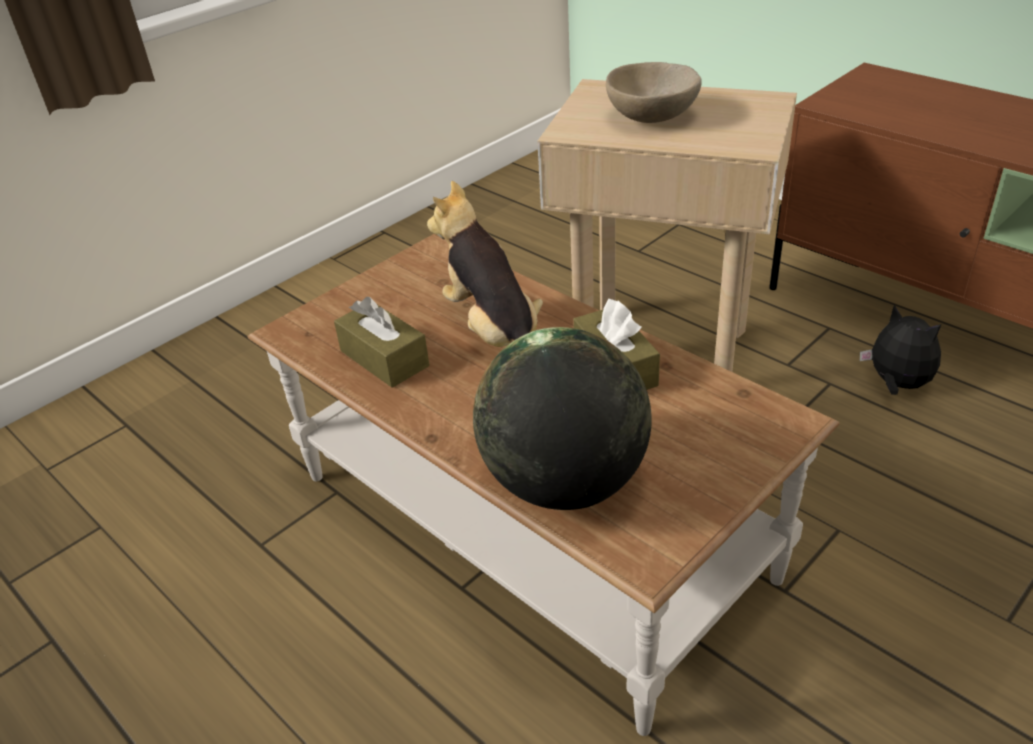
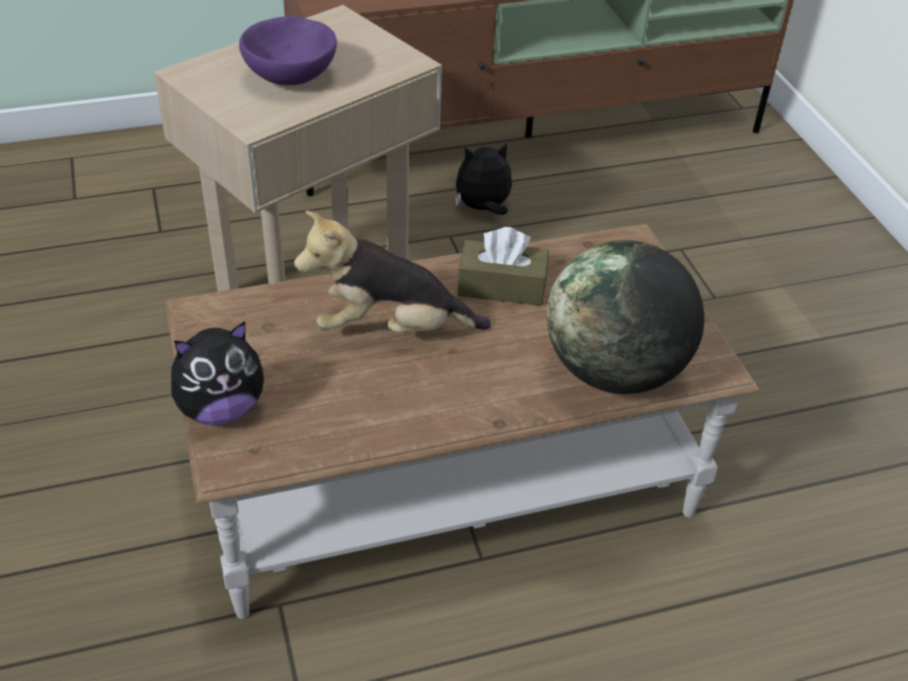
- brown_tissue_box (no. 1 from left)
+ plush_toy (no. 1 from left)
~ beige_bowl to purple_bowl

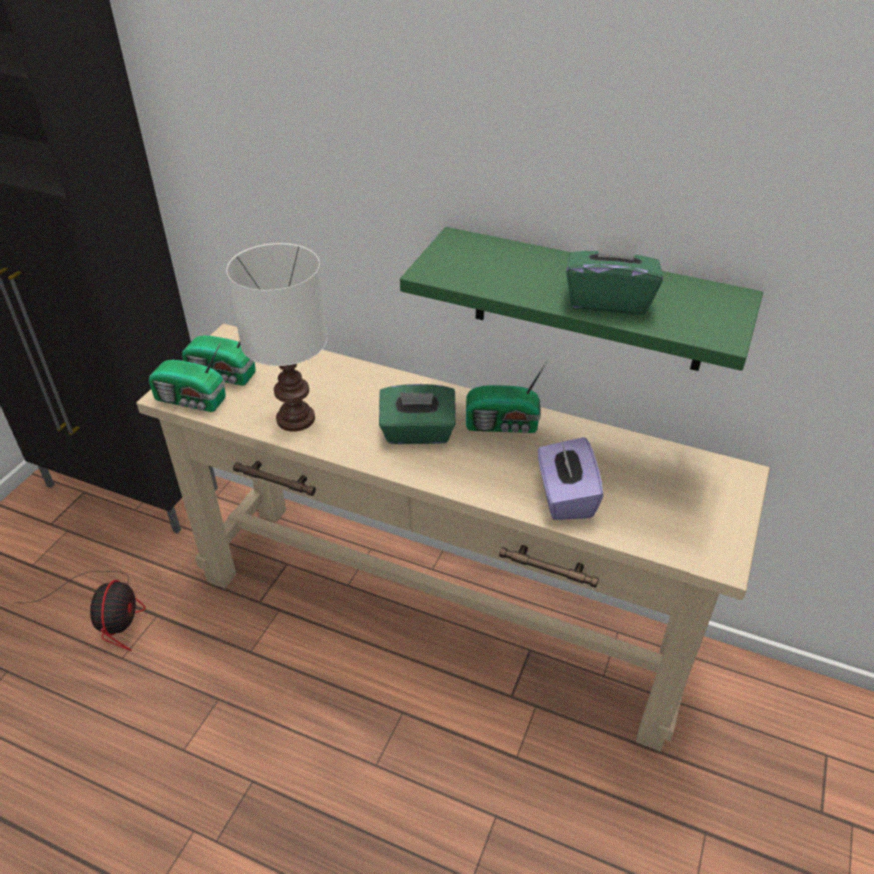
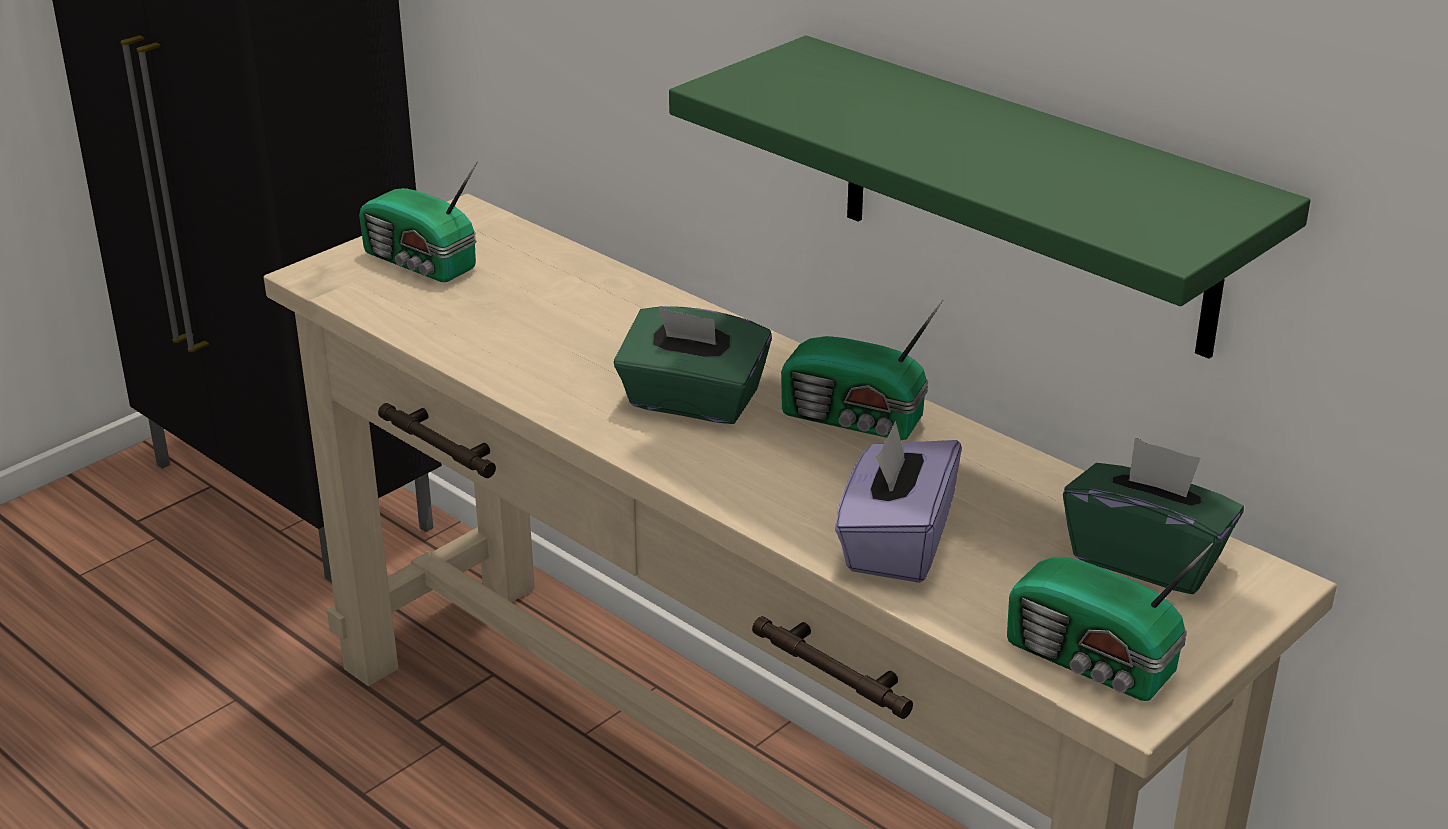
- fan
- white_table_lamp
~ radio (no. 1 from left in the first image) to radio (no. 3 from left)
~ green_tissue_box (no. 2 from left)

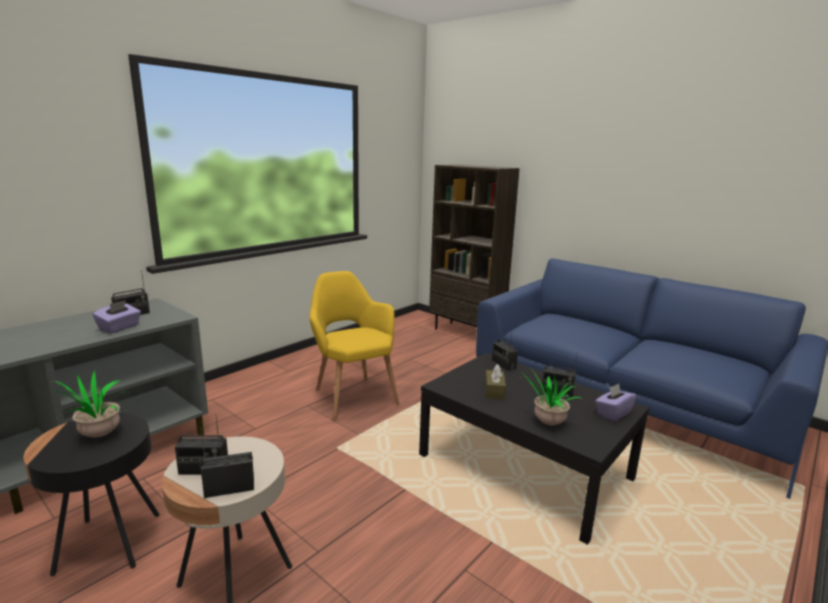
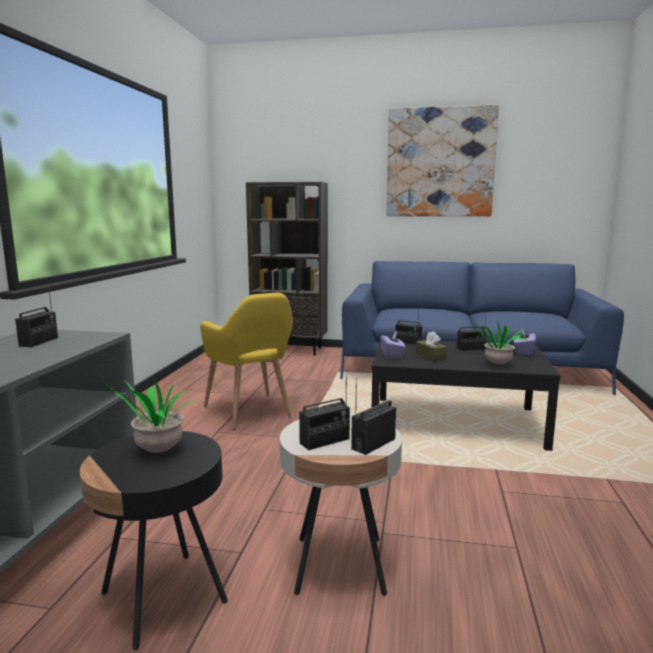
+ picture
~ purple_tissue_box (no. 1 from left)
~ yellow_armchair 150 degrees counterclockwise

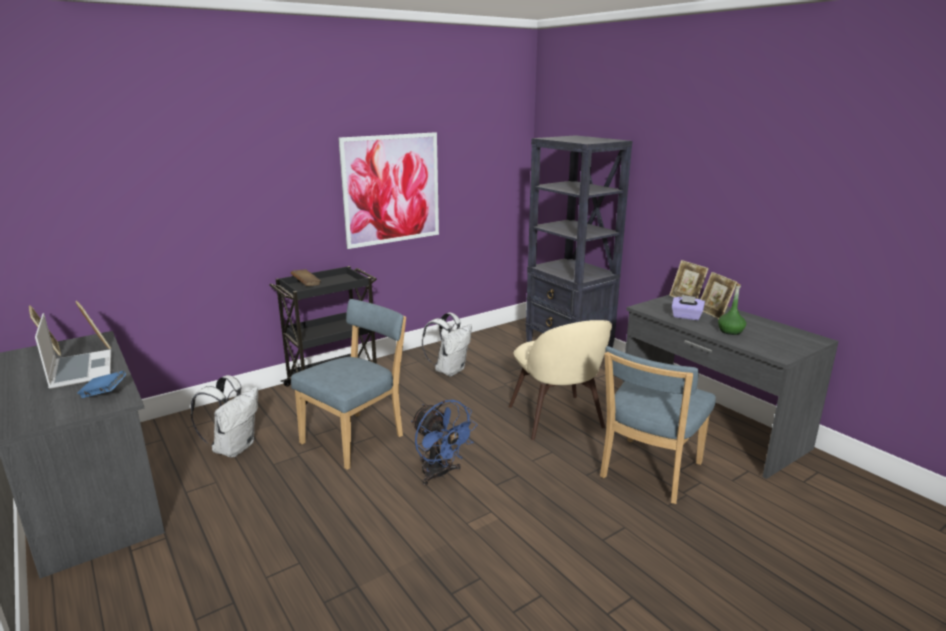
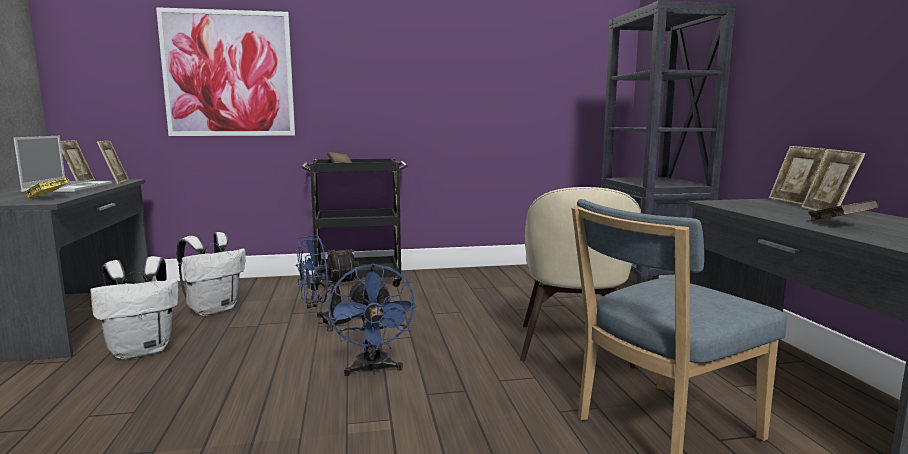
- purple_tissue_box
~ picture
~ white_backpack (no. 2 from left in the first image) to white_backpack (no. 1 from left)
~ blue_chair (no. 1 from left) to blue_fan (no. 1 from left)
~ green_bottle to brown_book (no. 2 from left)
~ blue_book to yellow_book

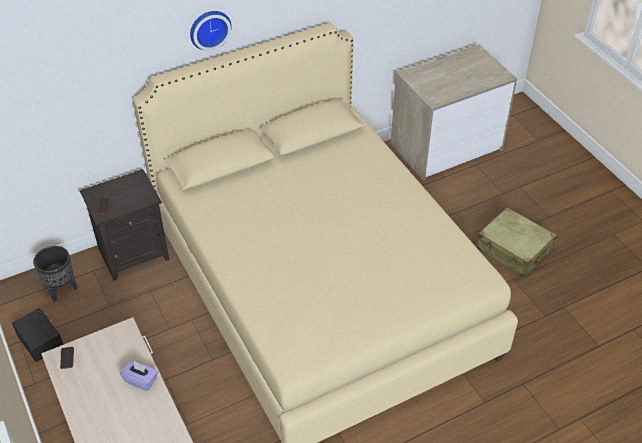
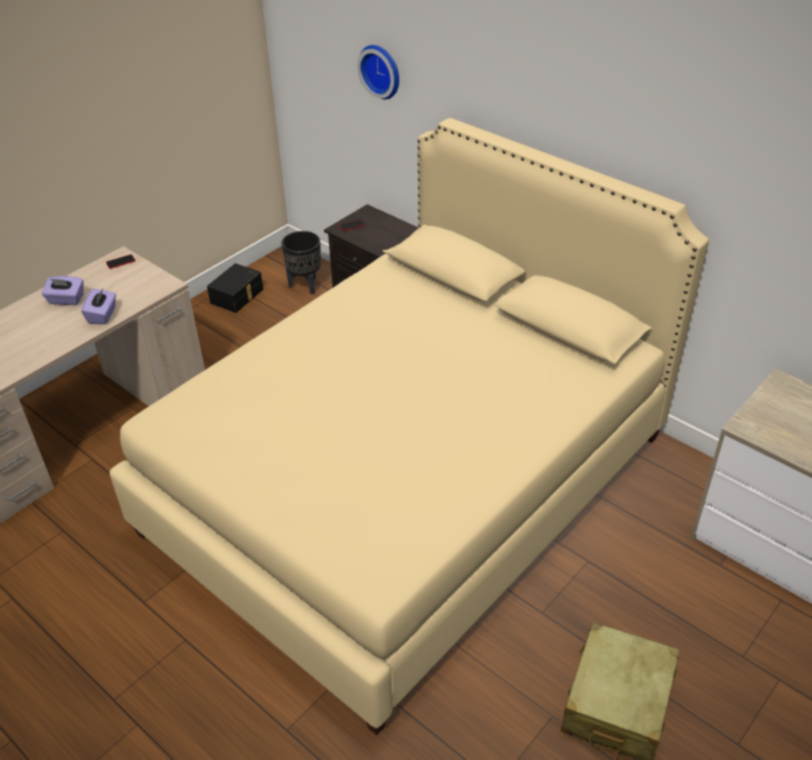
+ purple_tissue_box (no. 1 from left)
~ wall_clock

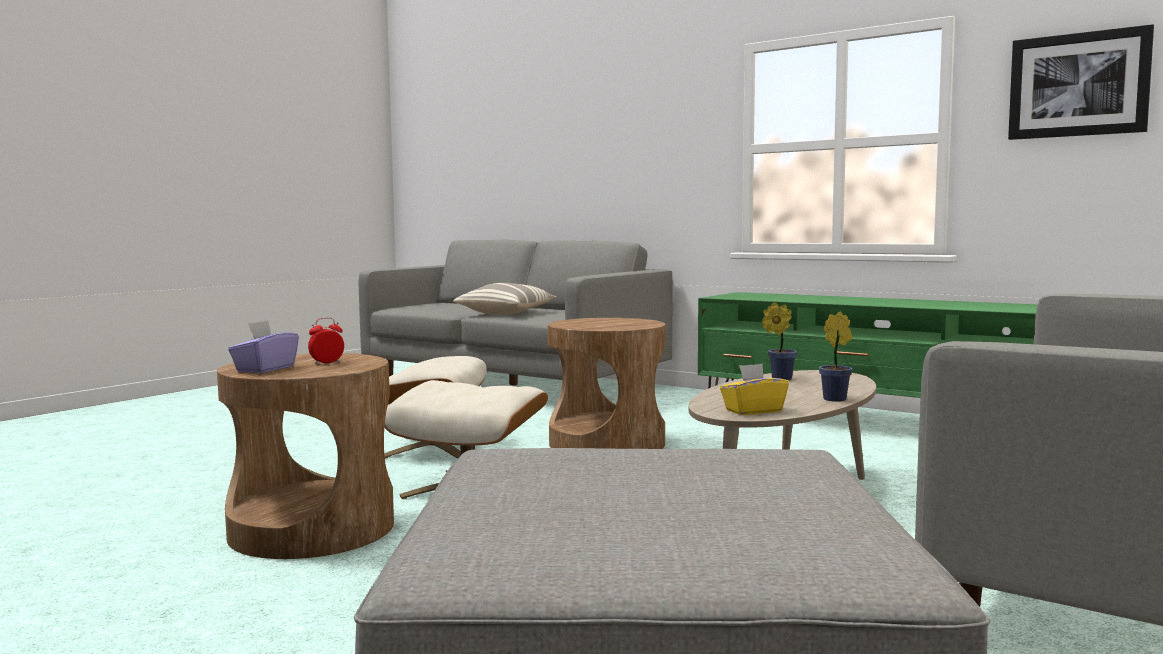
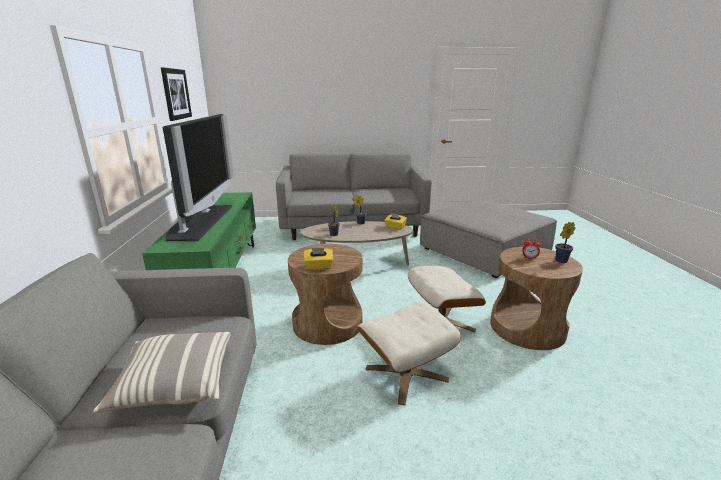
+ television
+ yellow_tissue_box (no. 1 from left)
~ purple_tissue_box to potted_plant (no. 3 from left)

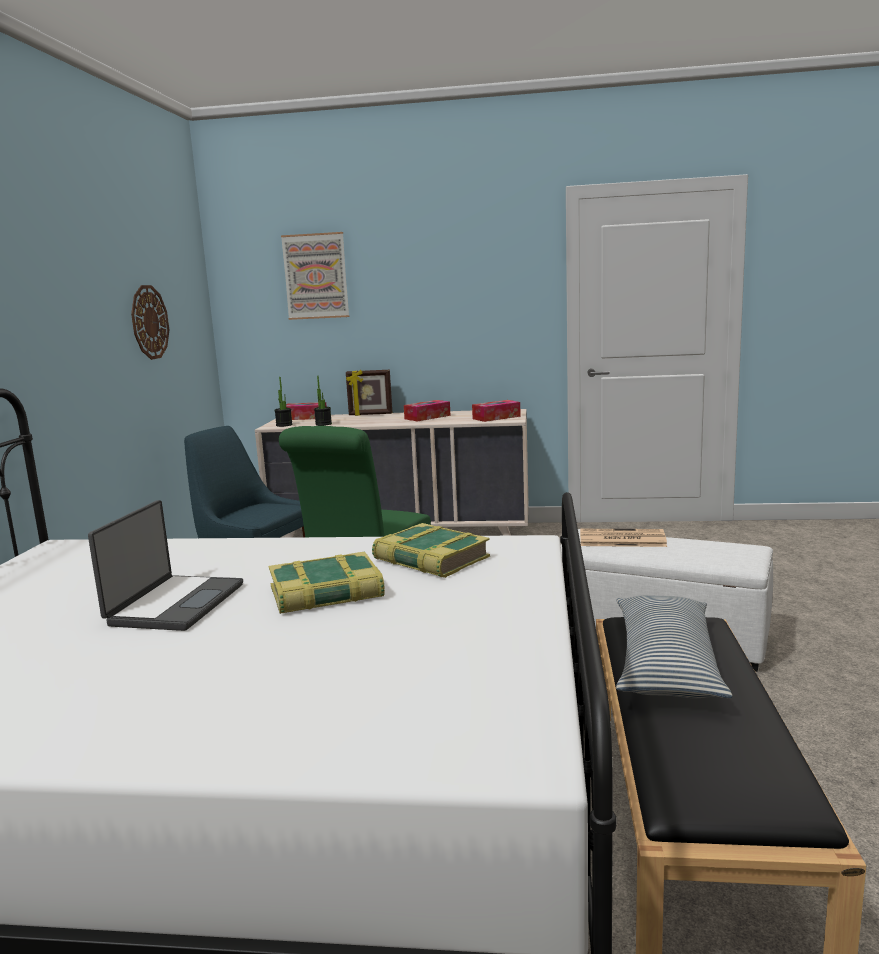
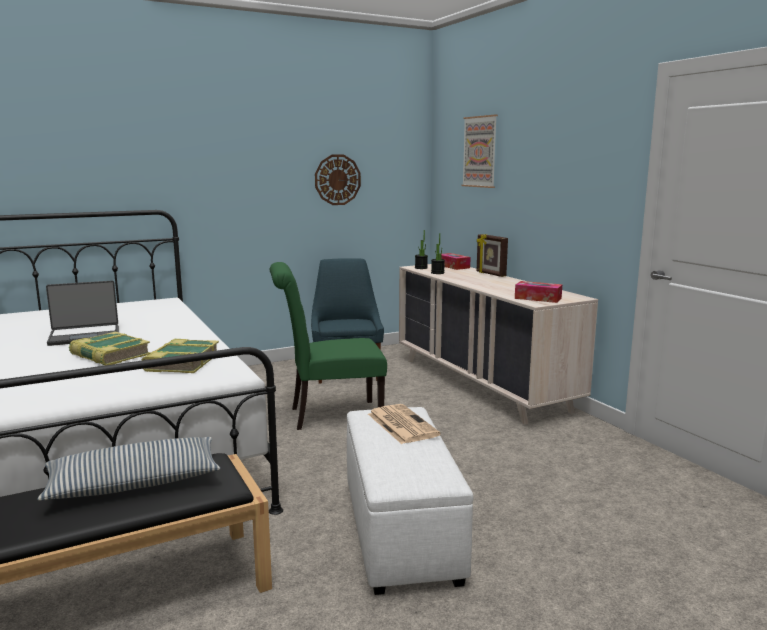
- tissue_box (no. 2 from left)

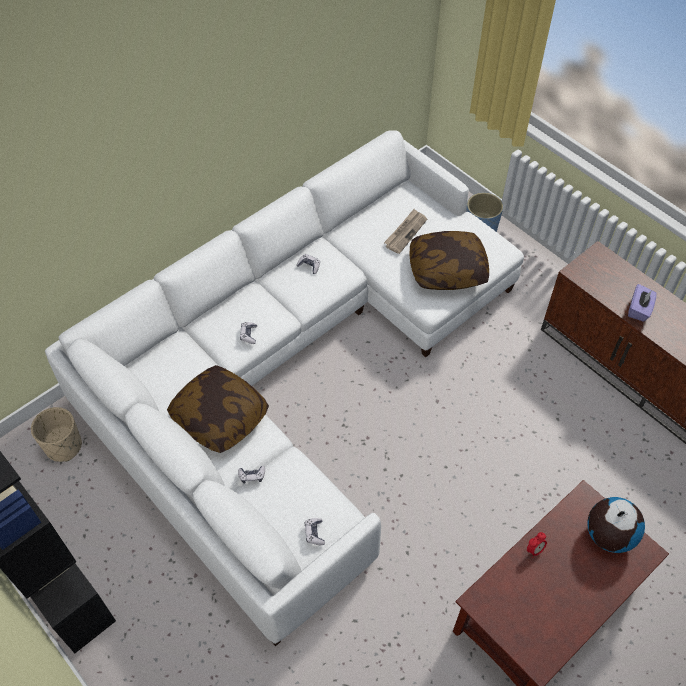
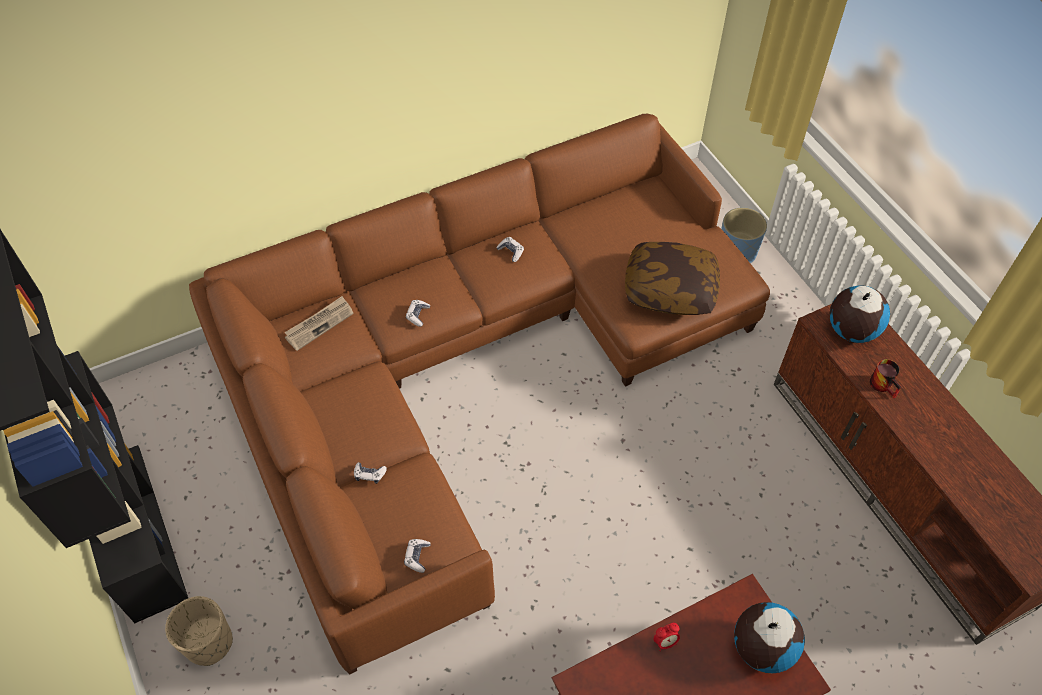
- pillow (no. 1 from left)
+ globe (no. 2 from left)
~ beige_planter
~ newspaper
~ purple_tissue_box to mug
~ white_sofa to brown_sofa

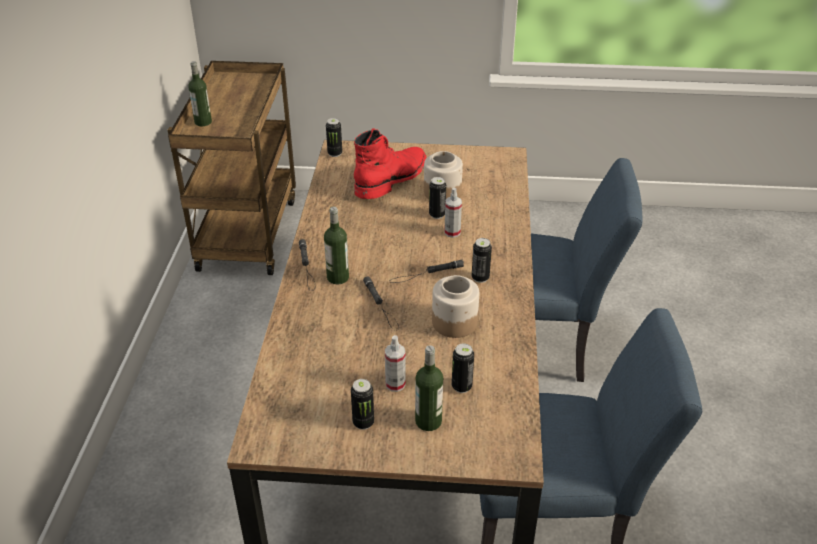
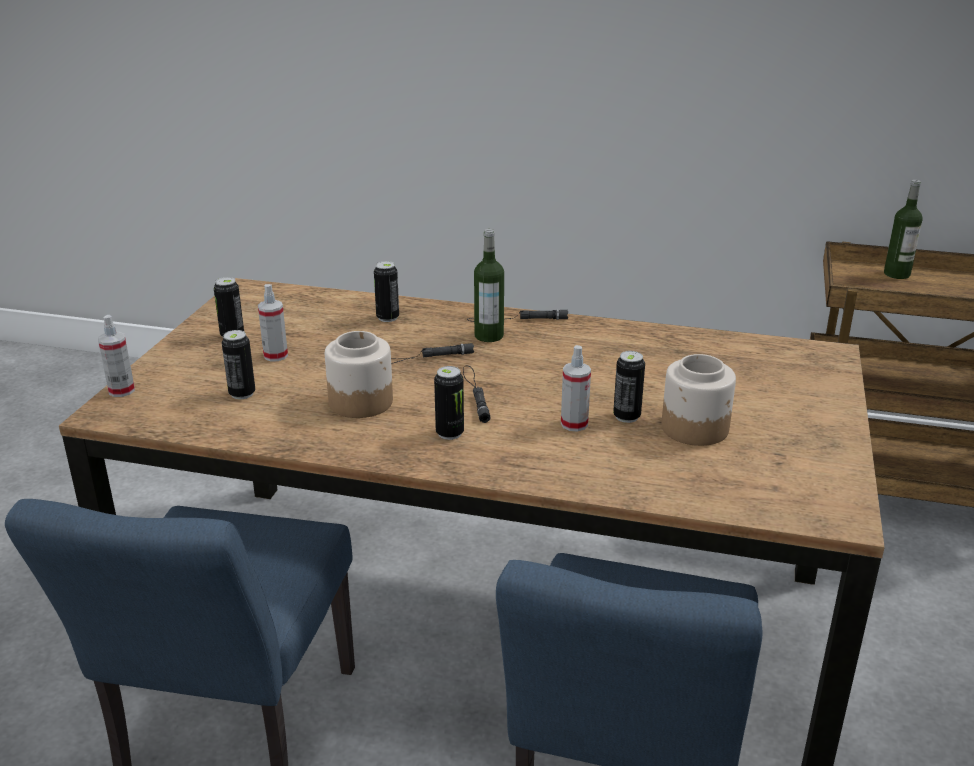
- red_boot
- bottle (no. 3 from left)
+ spray_bottle (no. 1 from left)
~ can (no. 1 from left in the first image) to can (no. 3 from left)

